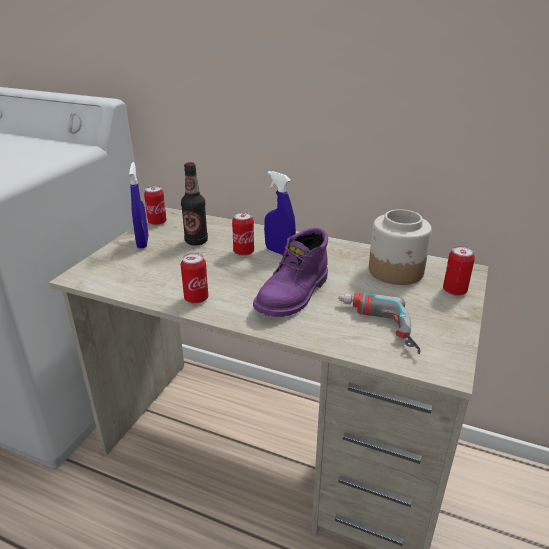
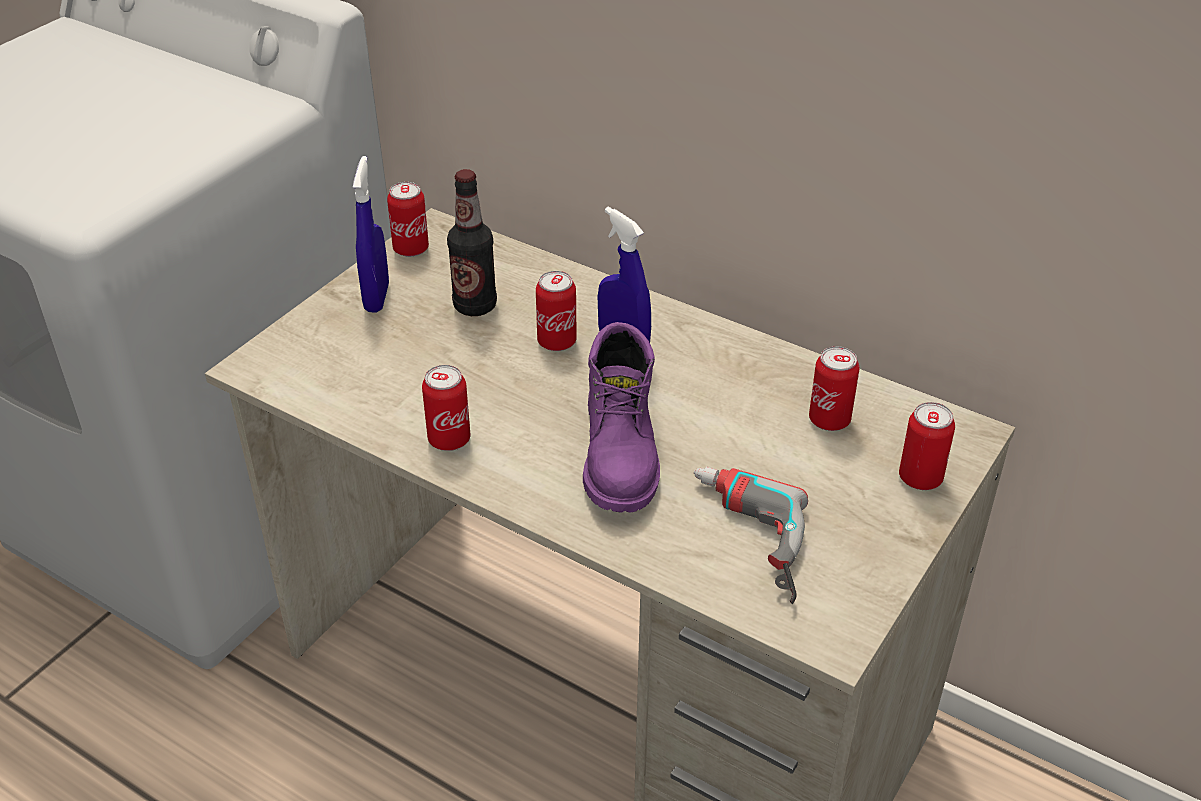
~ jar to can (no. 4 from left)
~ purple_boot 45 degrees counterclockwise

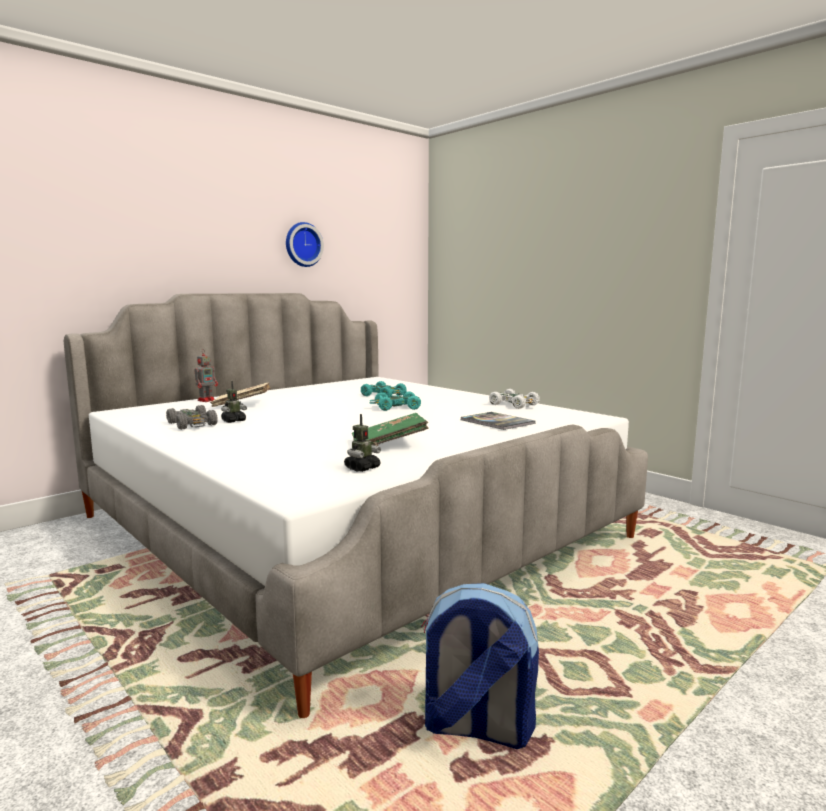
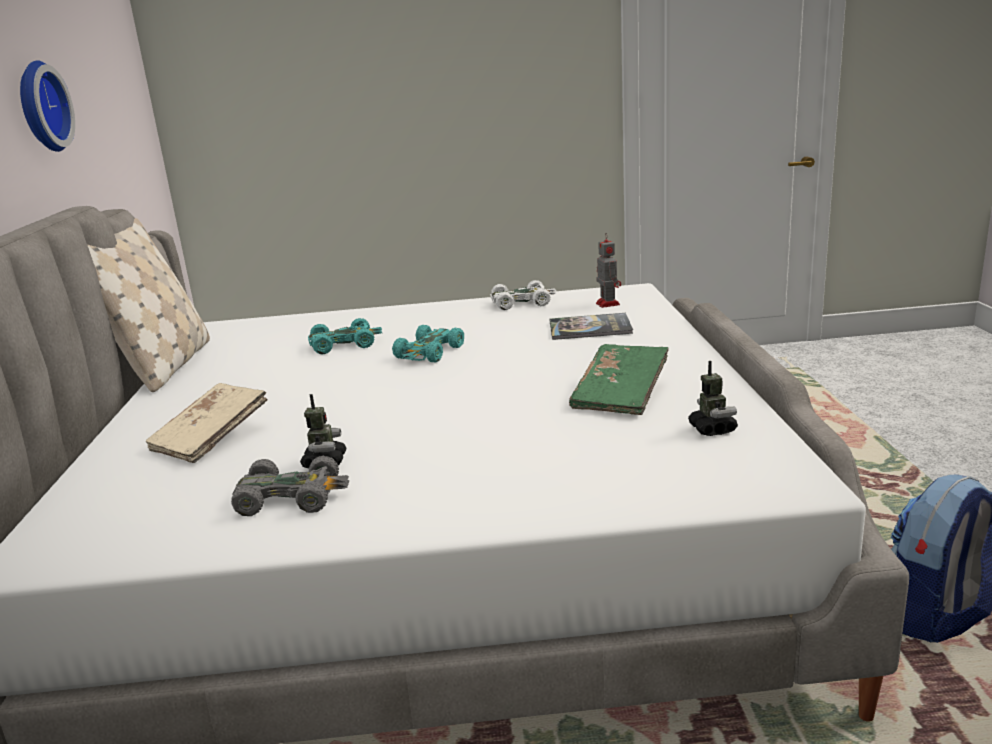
+ beige_pillow
~ toy_robot (no. 1 from left in the first image) to toy_robot (no. 2 from left)

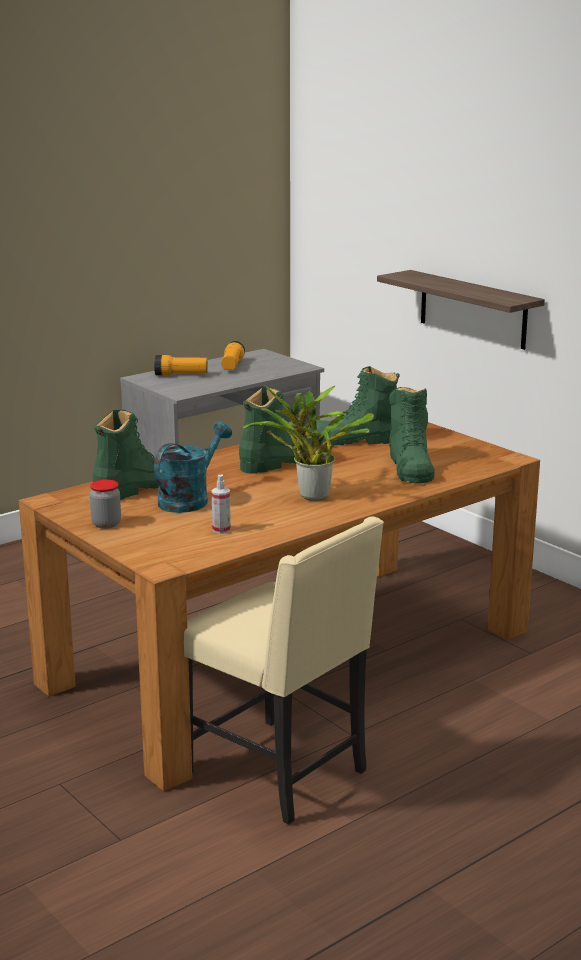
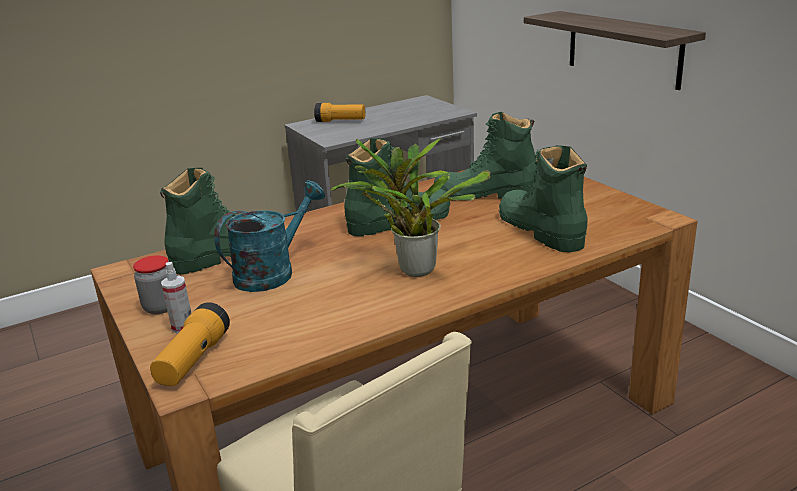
~ spray_bottle
~ flashlight (no. 2 from left in the first image) to flashlight (no. 1 from left)
~ green_boot (no. 4 from left) 150 degrees clockwise

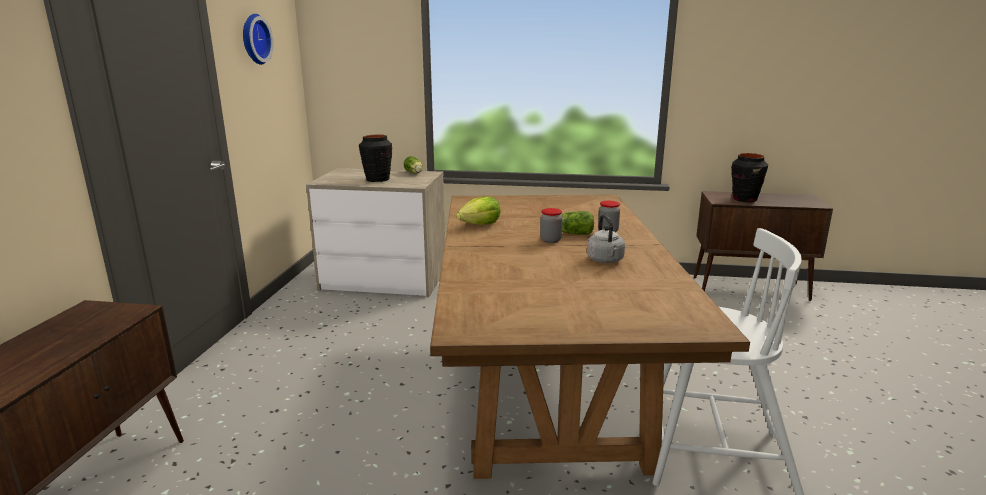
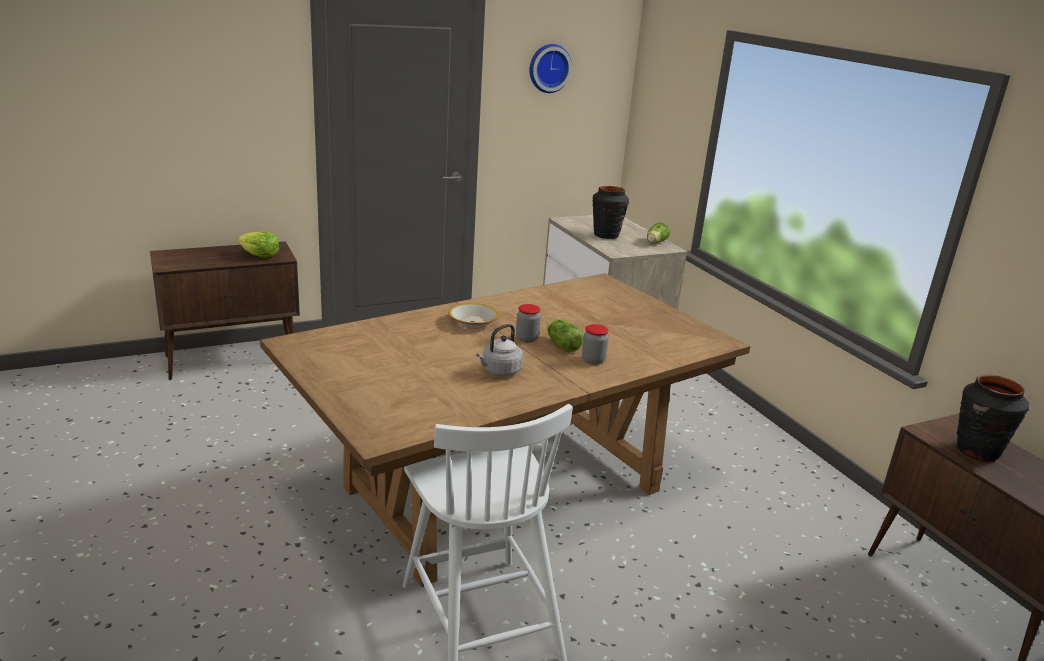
+ bowl
~ lettuce (no. 2 from left in the first image) to lettuce (no. 1 from left)

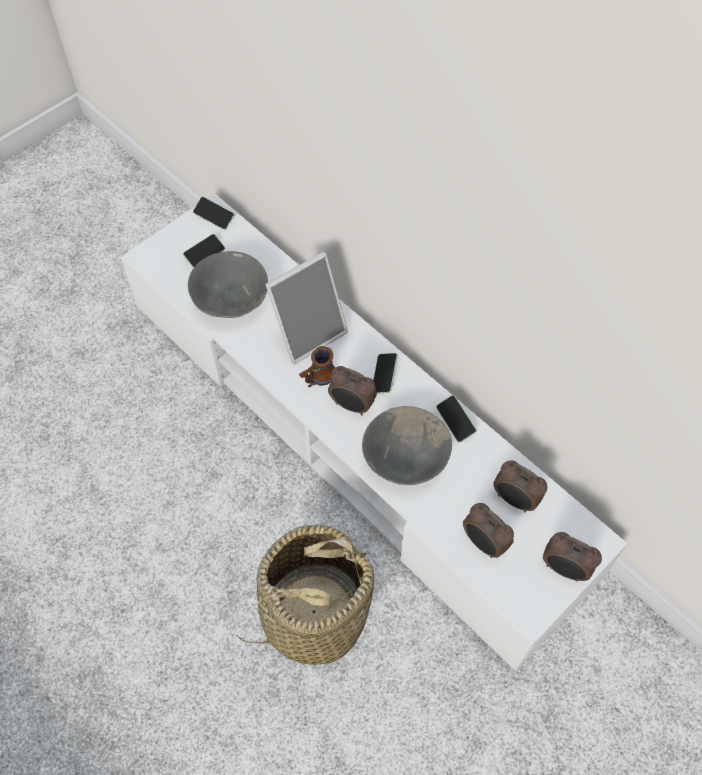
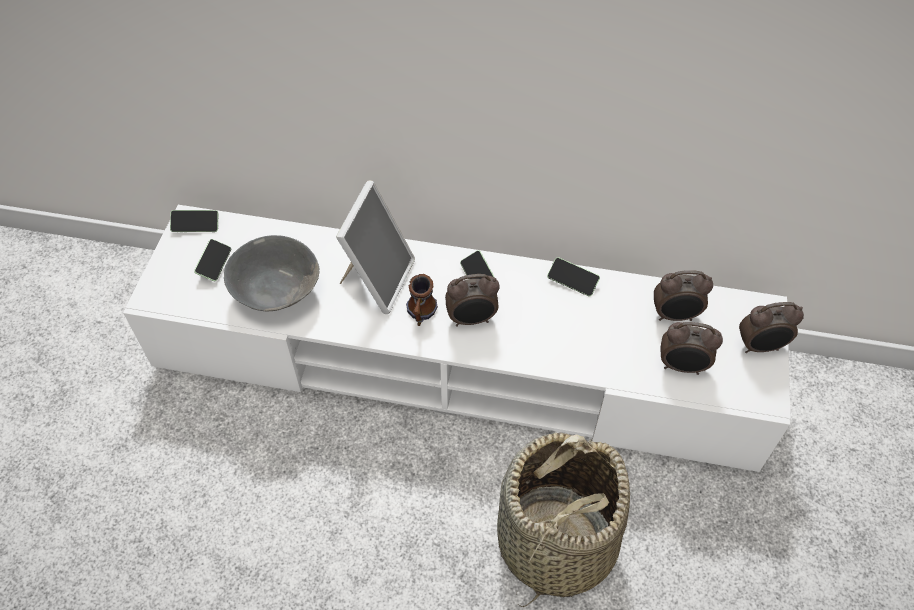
- grey_bowl (no. 2 from left)

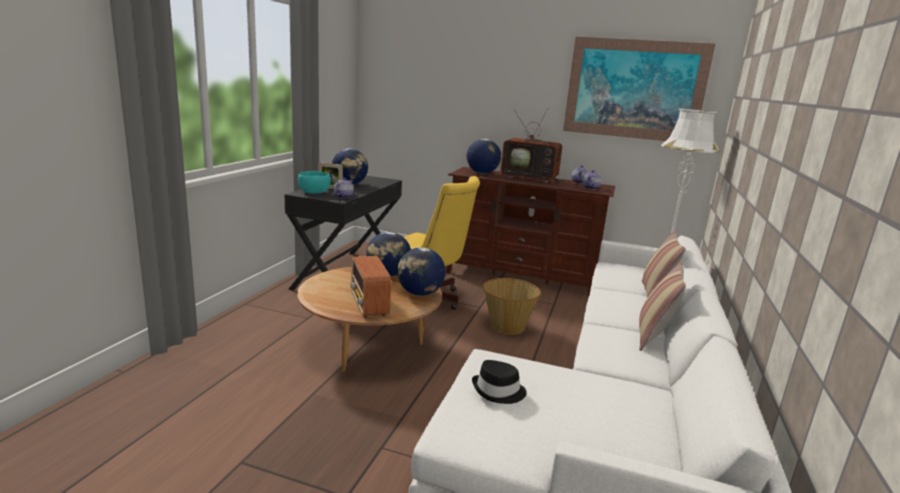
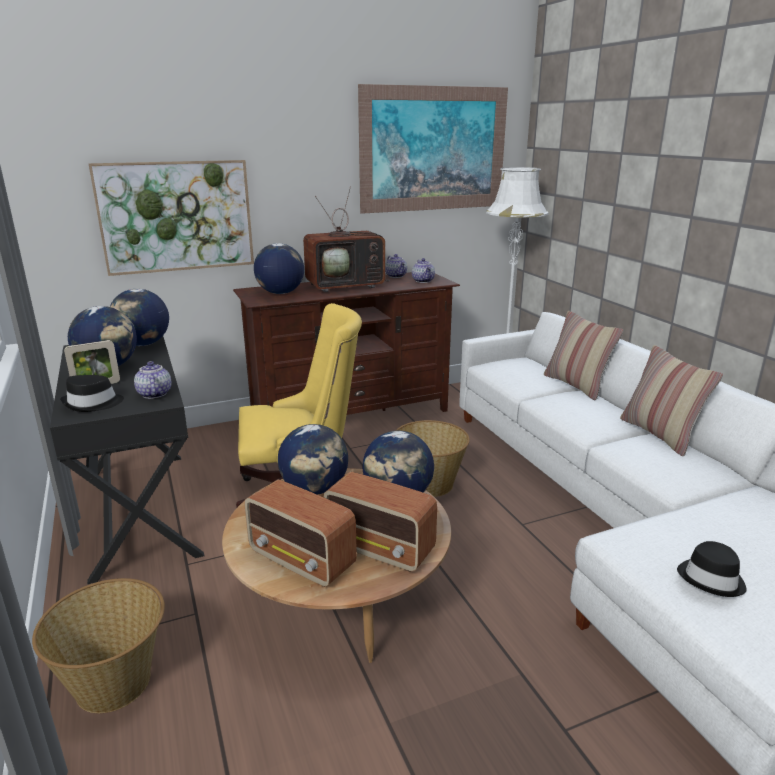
+ basket (no. 1 from left)
+ picture (no. 1 from left)
+ globe (no. 2 from left)
+ radio (no. 1 from left)
~ turquoise_bowl to black_hat (no. 1 from left)

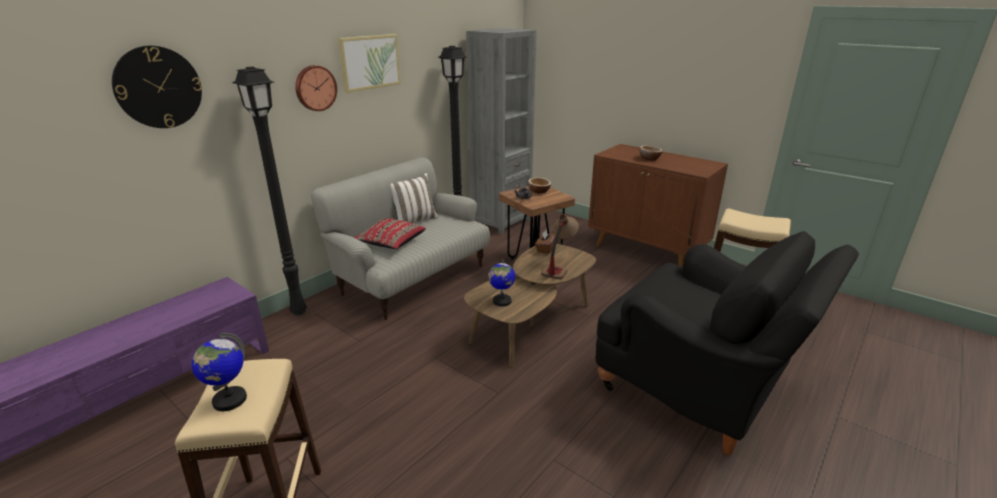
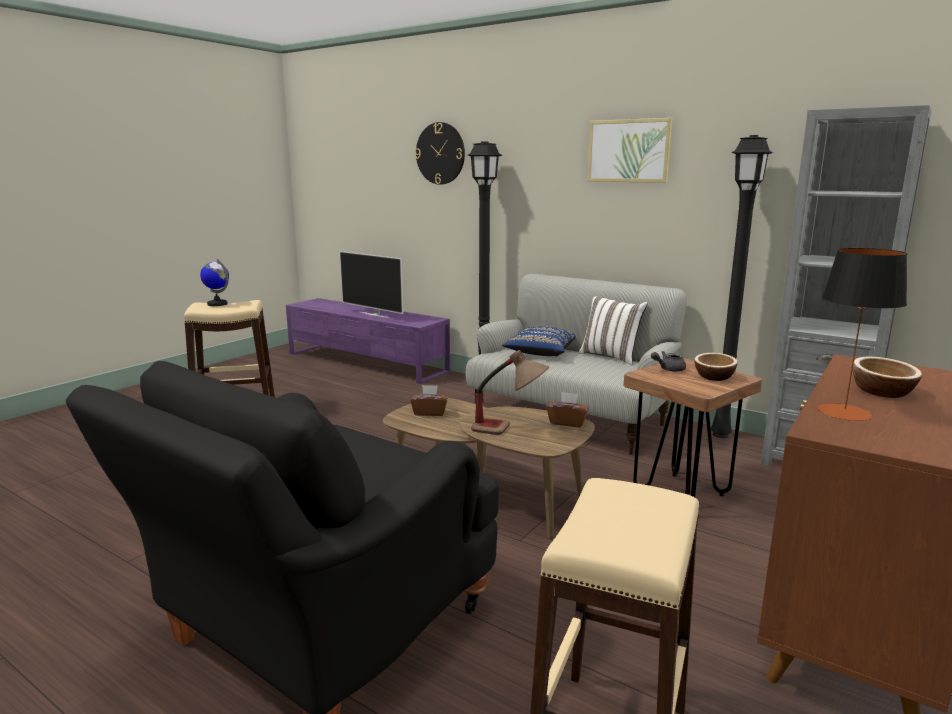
- wall_clock (no. 2 from left)
+ television
+ table_lamp (no. 2 from left)
~ globe (no. 2 from left) to brown_tissue_box (no. 1 from left)
~ red_pillow to blue_pillow

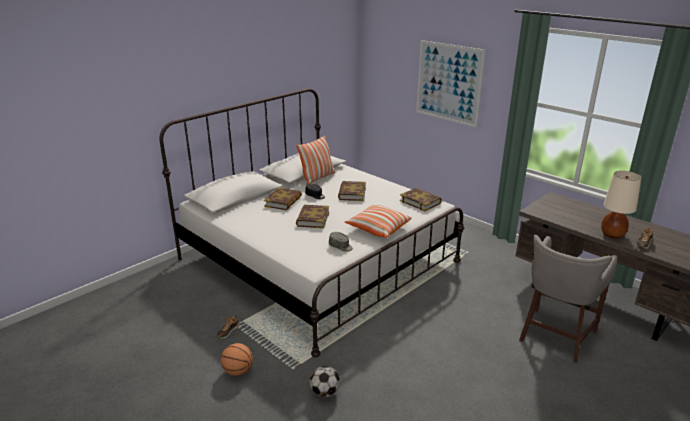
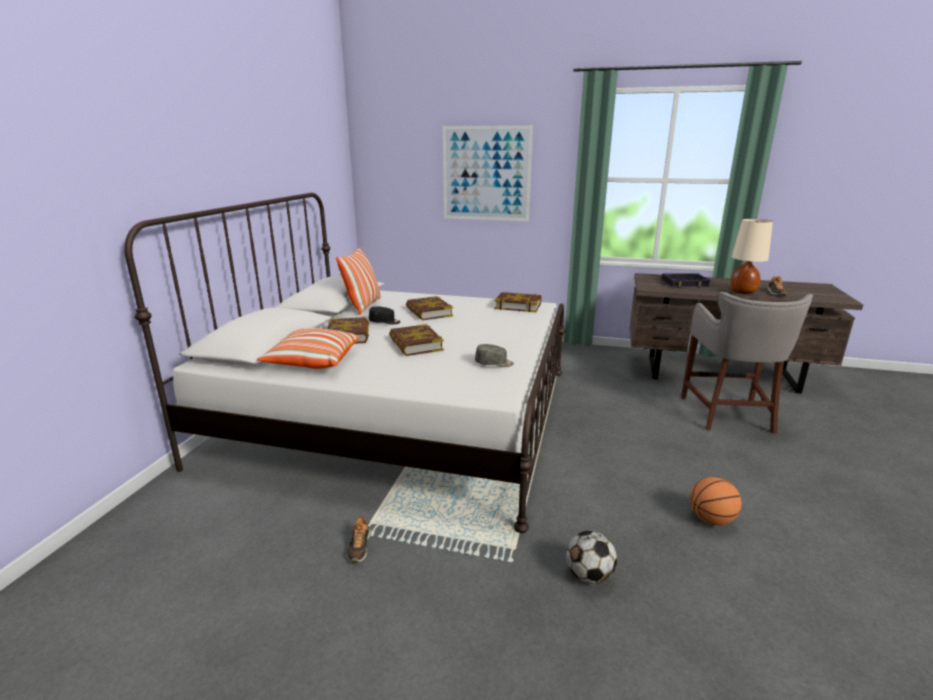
+ book (no. 5 from left)
~ basketball
~ pillow (no. 2 from left in the first image) to pillow (no. 1 from left)

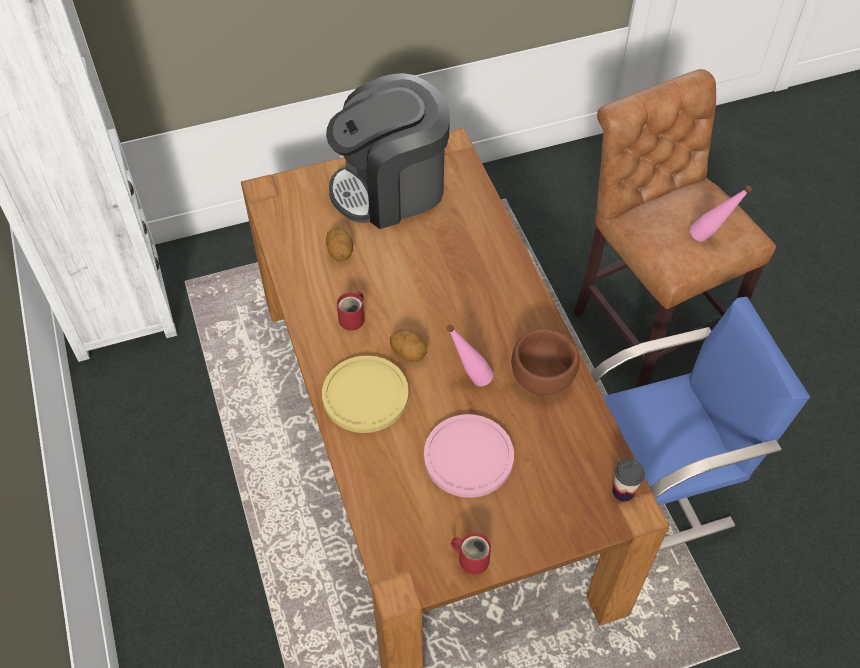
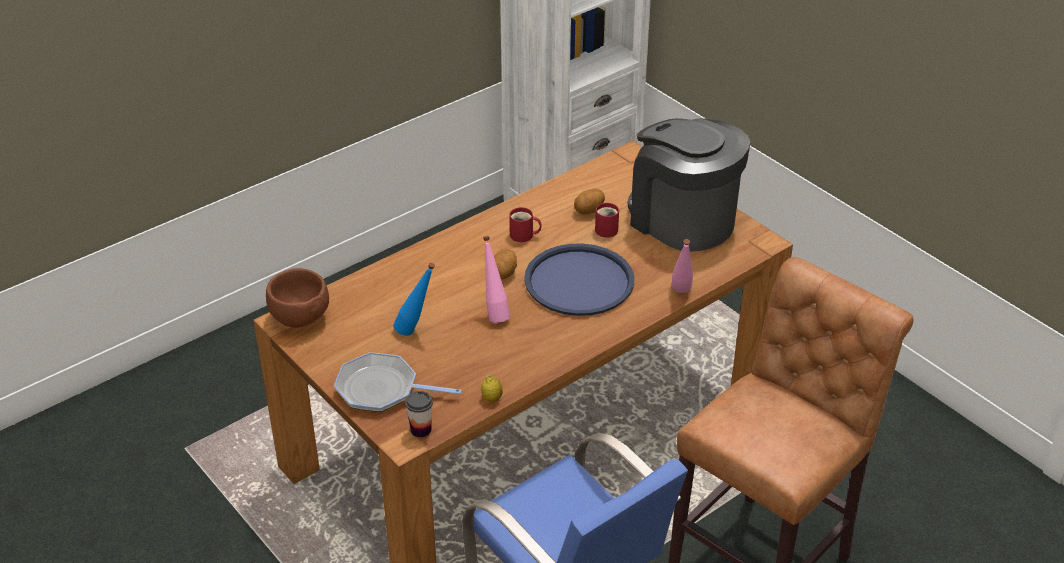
- yellow_plate
+ frying_pan
+ lemon
+ blue_tray
~ red_mug (no. 2 from left)
~ brown_bowl
~ pink_bottle (no. 2 from left)
~ pink_plate to blue_bottle

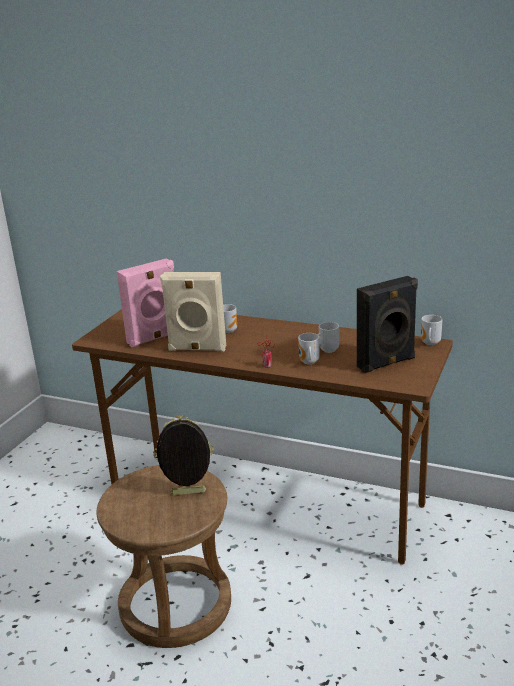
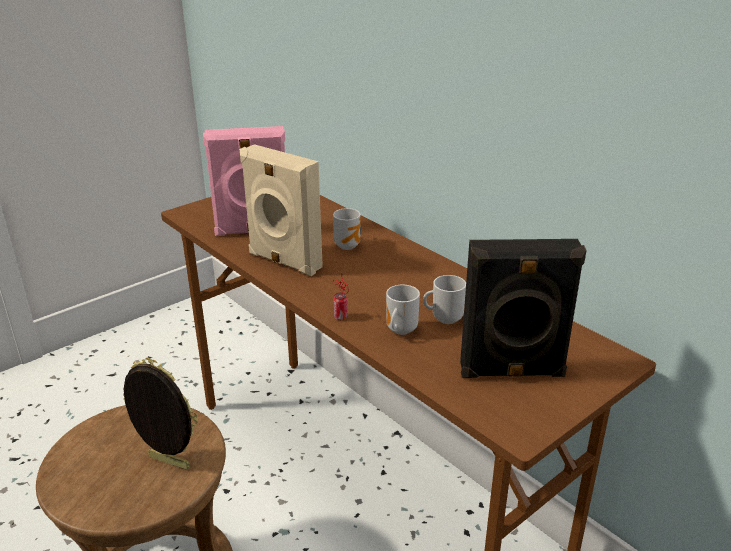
- mug (no. 4 from left)

